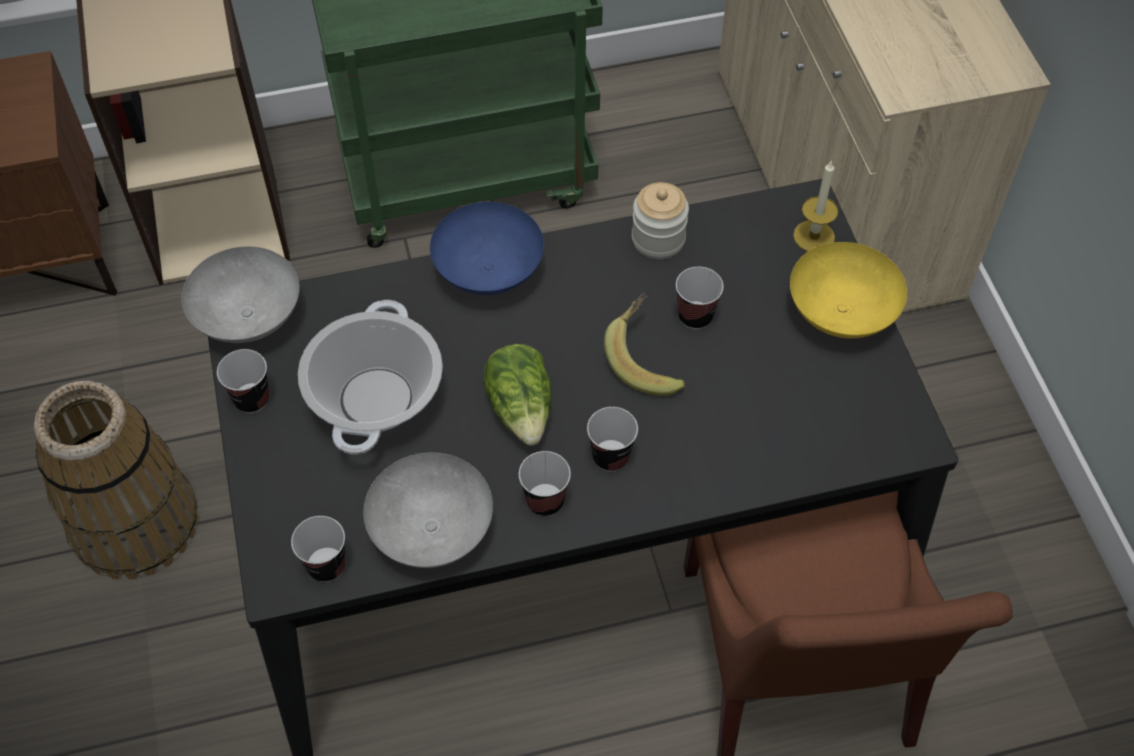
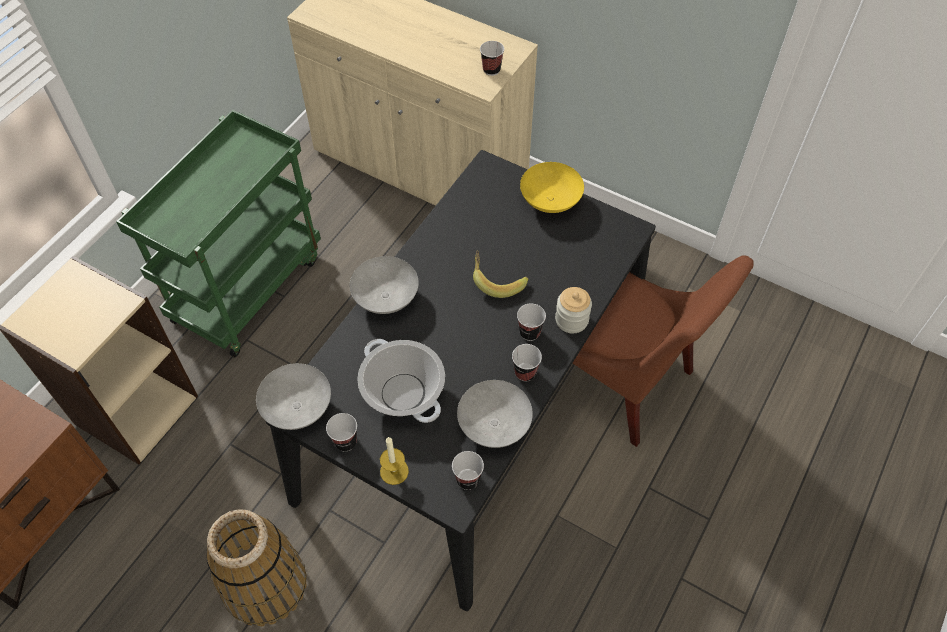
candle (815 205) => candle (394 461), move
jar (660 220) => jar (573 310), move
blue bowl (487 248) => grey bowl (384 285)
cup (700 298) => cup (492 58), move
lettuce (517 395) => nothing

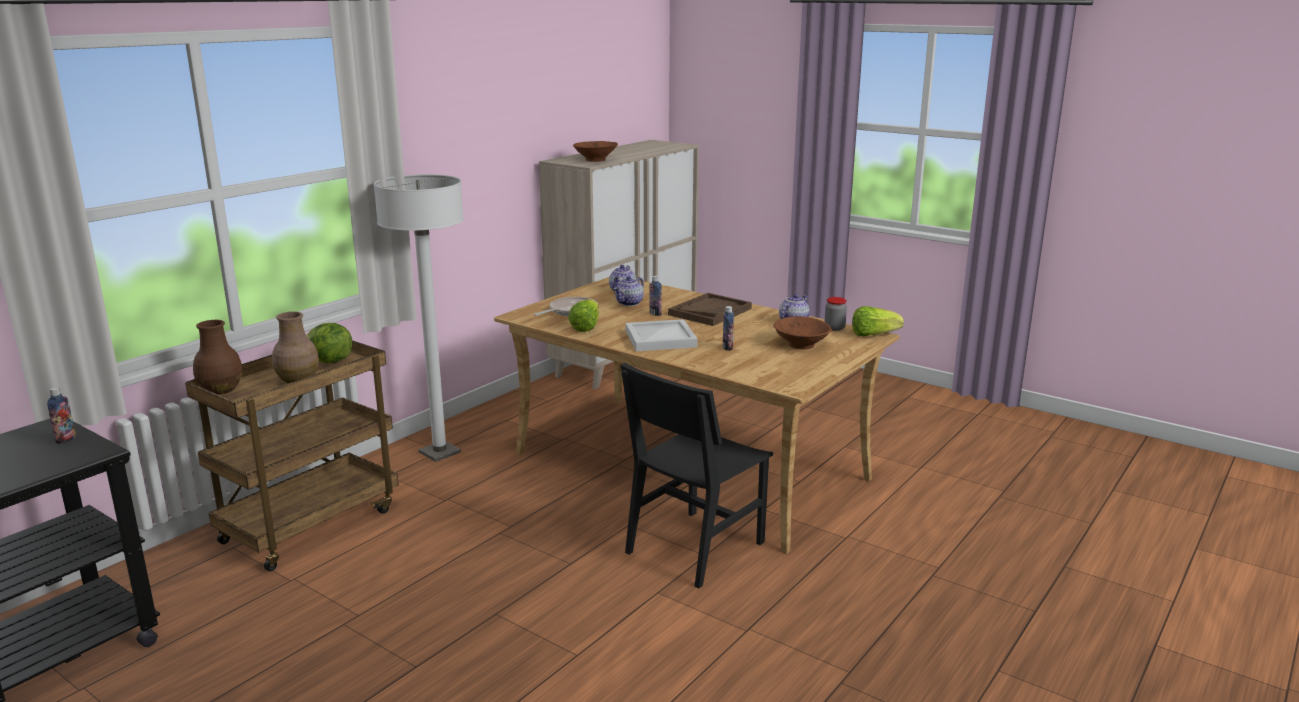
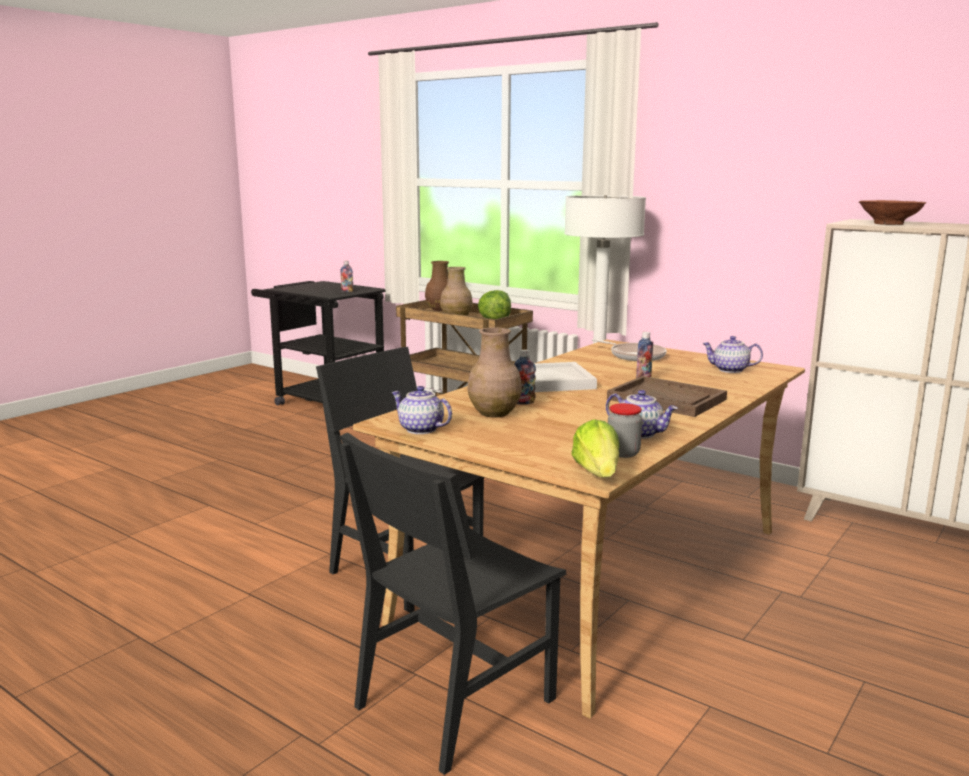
teapot (629 291) => teapot (421 410), move
lettuce (583 315) => nothing
brown bowl (803 332) => nothing
nothing => brown vase (494 372)
nothing => black chair (453 604)

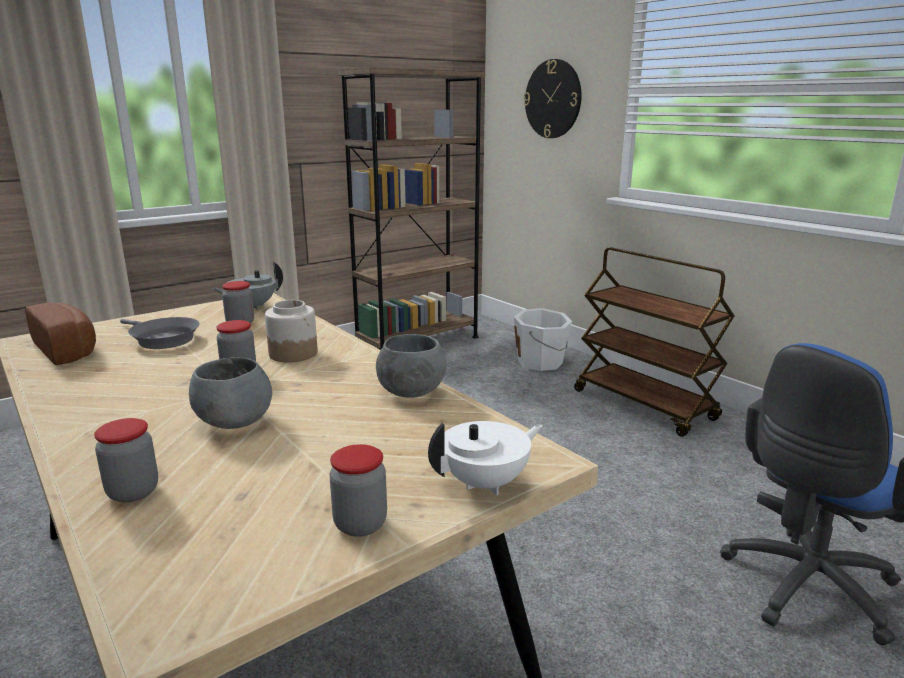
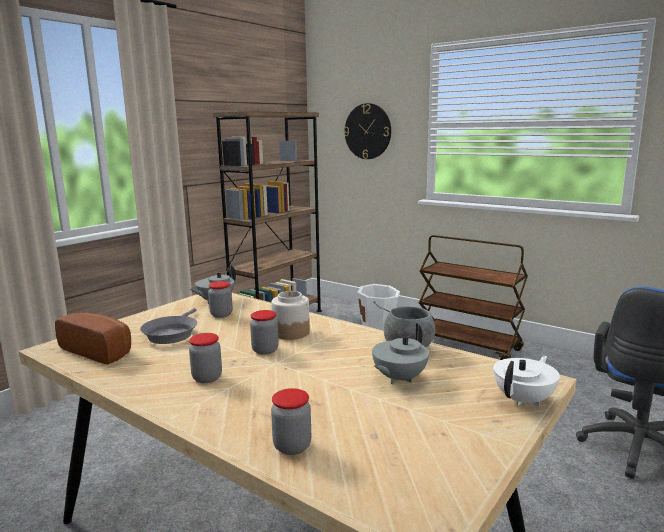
grey frying pan (160 333) => grey frying pan (168 326), 75 degrees clockwise
grey bowl (230 393) => nothing
jar (358 490) => jar (205 358), move
nothing => grey teapot (400 353)

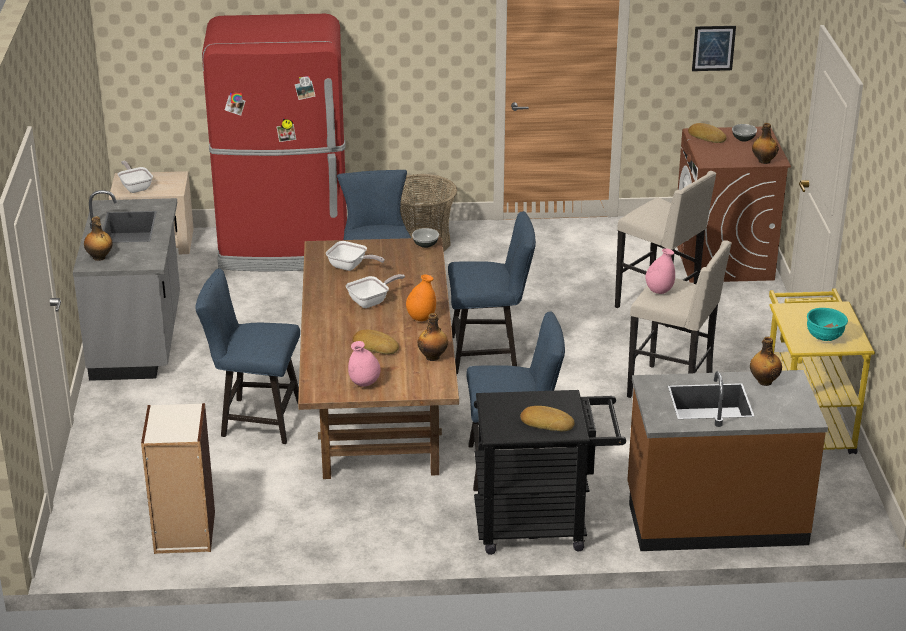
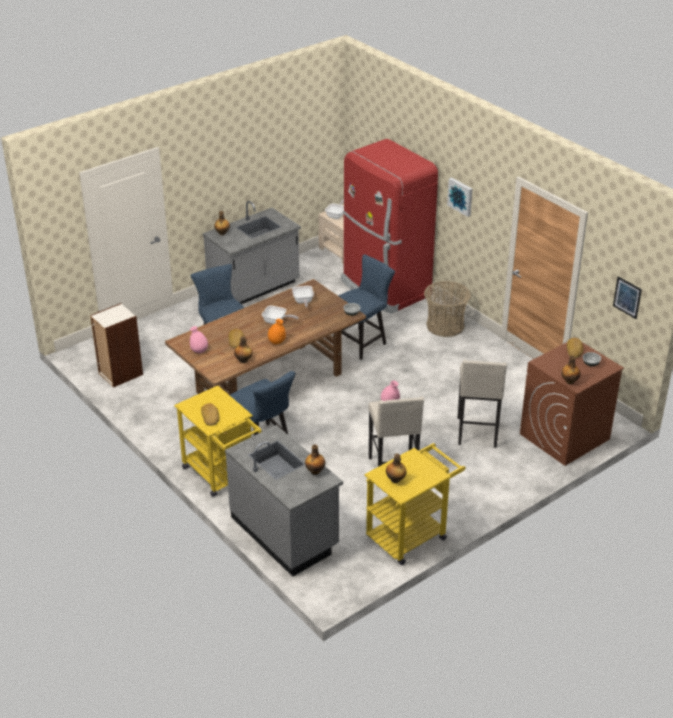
blue chair (492 292) => nothing
turquoise bowl (827 324) => bottle (396 468)
brown counter (727 460) => grey counter (284 501)
black cart (550 472) => yellow cart (218 441)
nothing => picture (459 197)

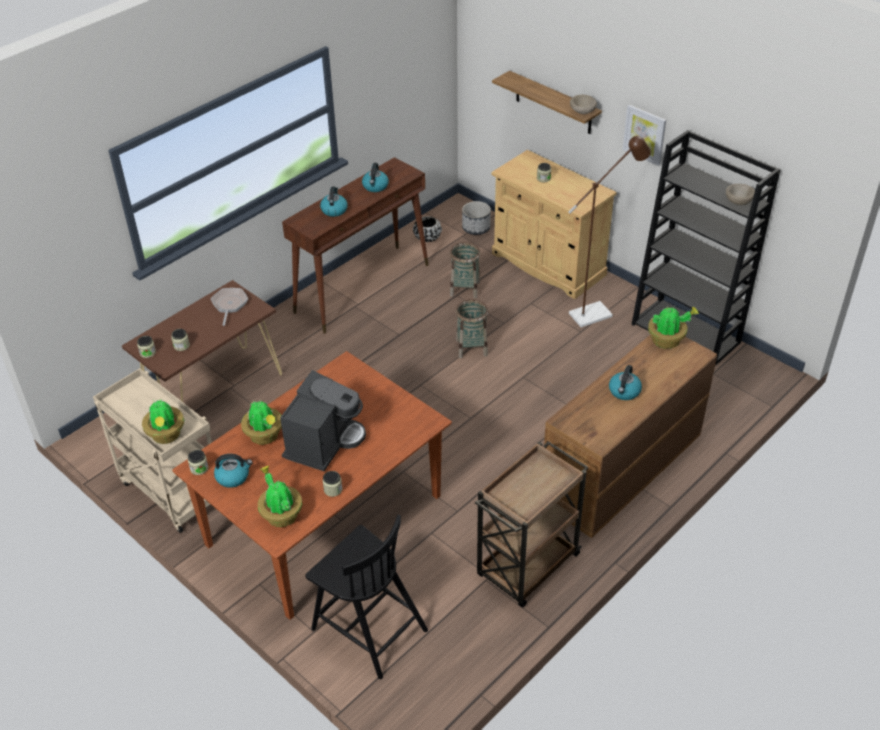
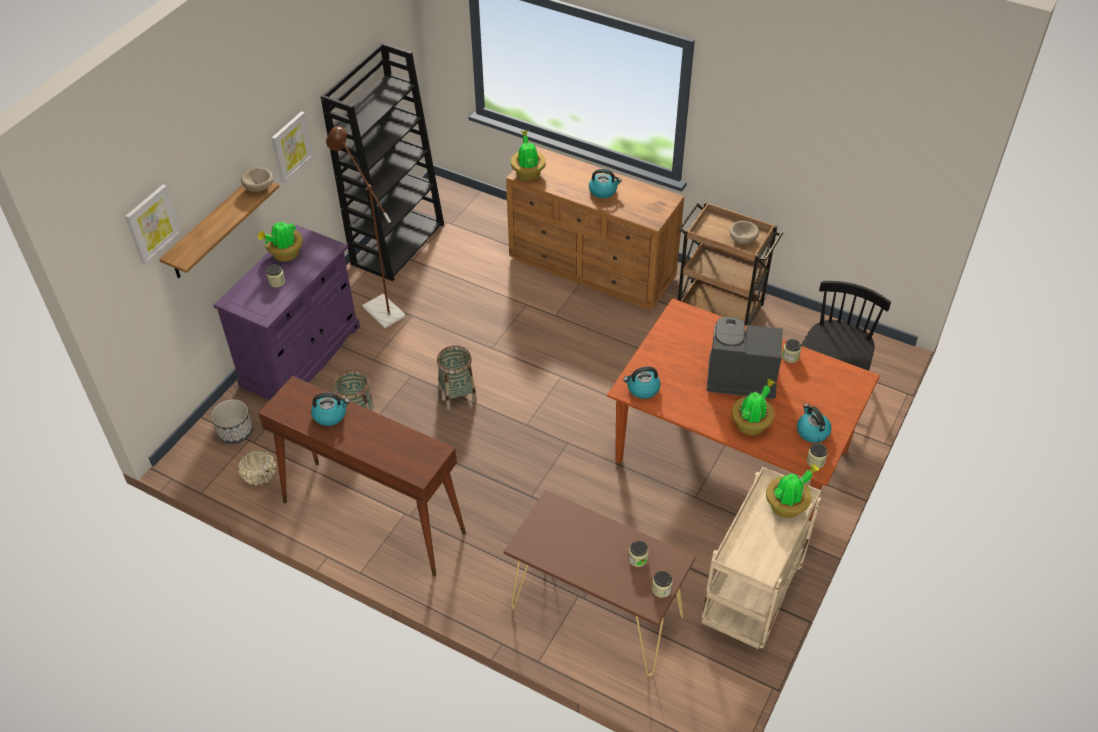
beige cabinet (554 224) => purple cabinet (287 312)
beige bowl (740 194) => beige bowl (744 232), move
kettle (334 201) => kettle (642 383), move
black planter (427 229) => beige planter (257 468)
frying pan (229 307) => nothing
potted plant (280 496) => potted plant (280 241), move
nothing => picture (153 225)

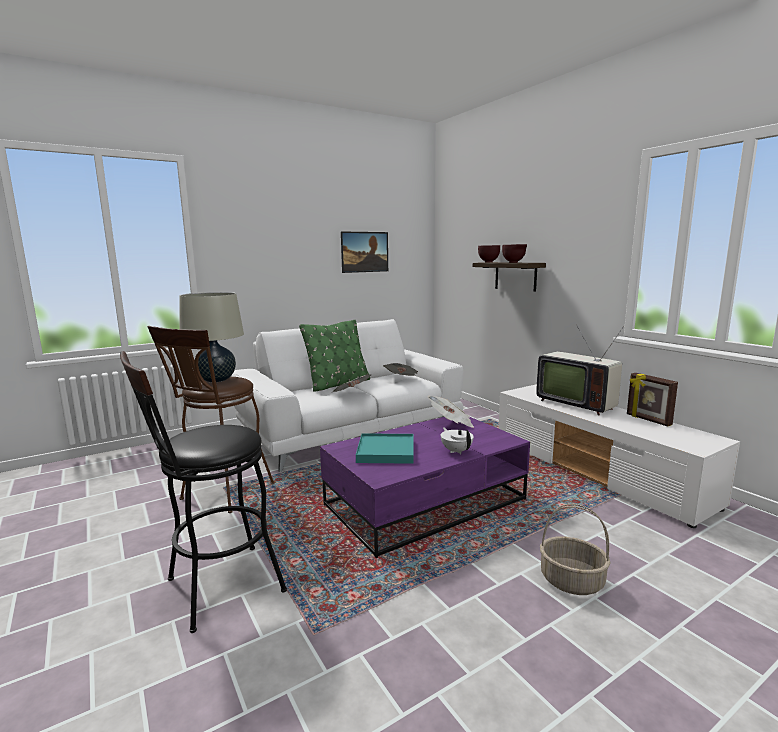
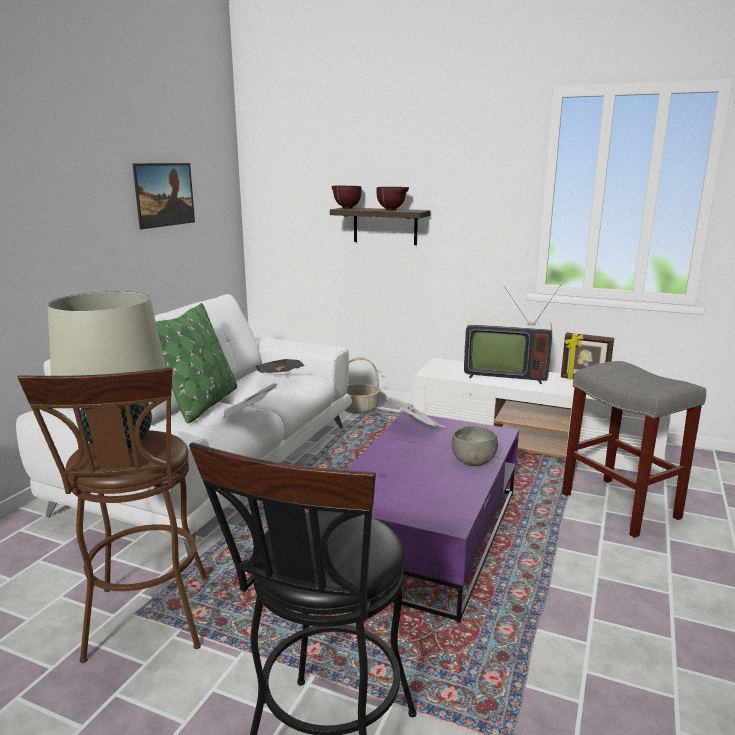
white teapot (457 440) => grey bowl (474 446)
turquoise tray (385 449) => nothing
basket (575 549) => basket (362 386), move
nothing => grey stool (634 449)

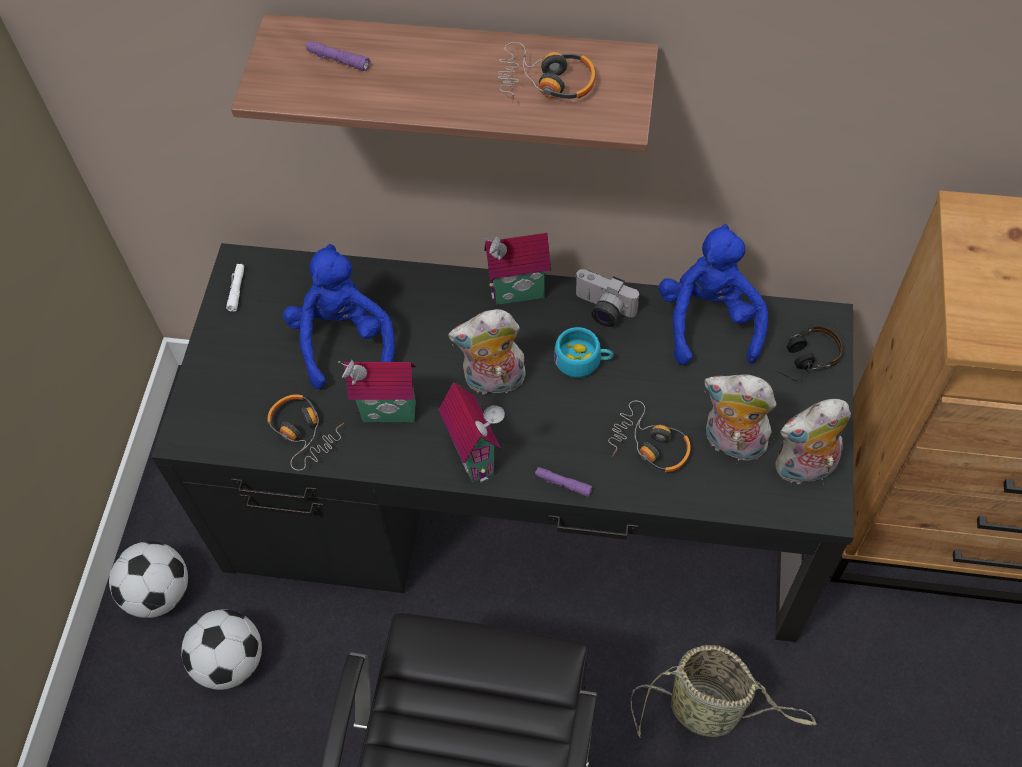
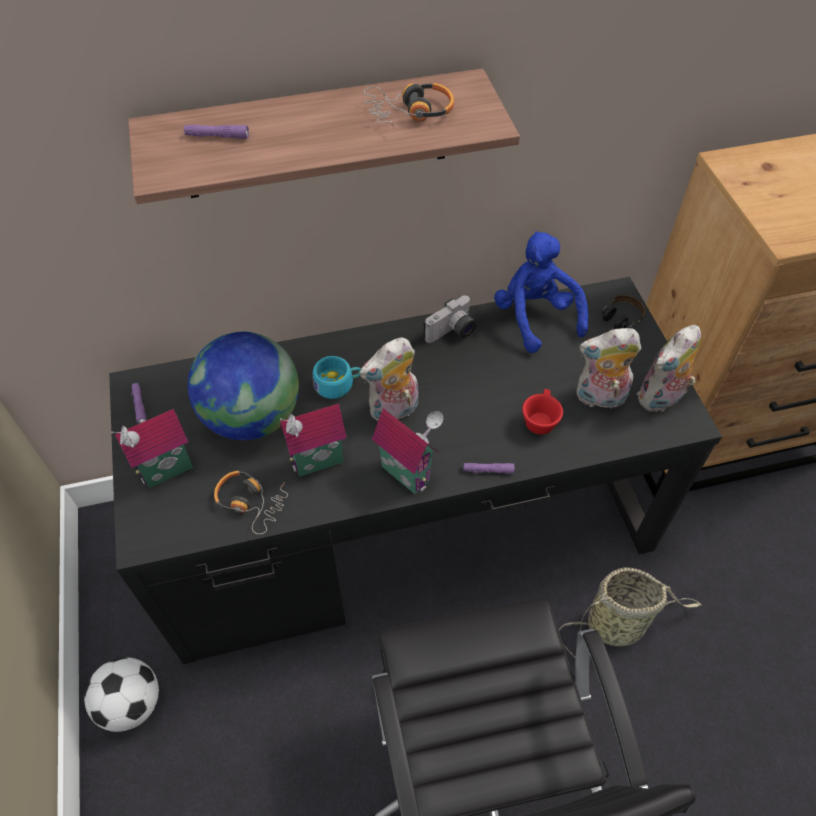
toy house (517 269) => toy house (152 448), move
blue plush toy (339 316) => globe (243 386)
white flashlight (235 288) => purple flashlight (139 403)
photo camera (607 298) => photo camera (450 319), 45 degrees counterclockwise
turquoise cup (583 352) => turquoise cup (336 377), move
headphones (649 436) => red cup (542 412)
football (221 649) => nothing

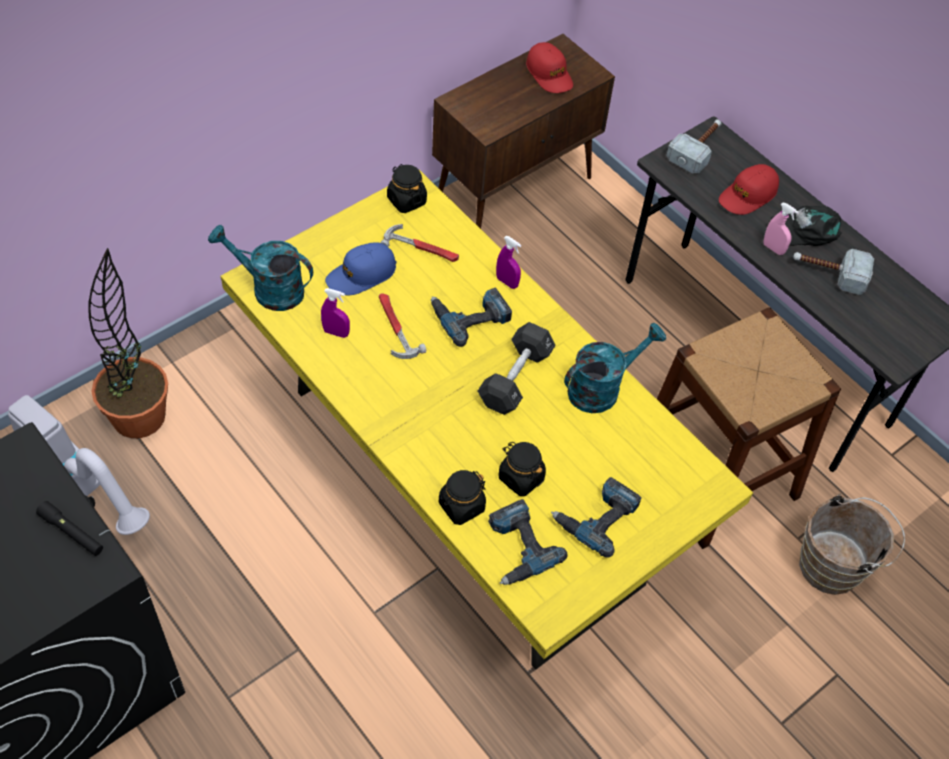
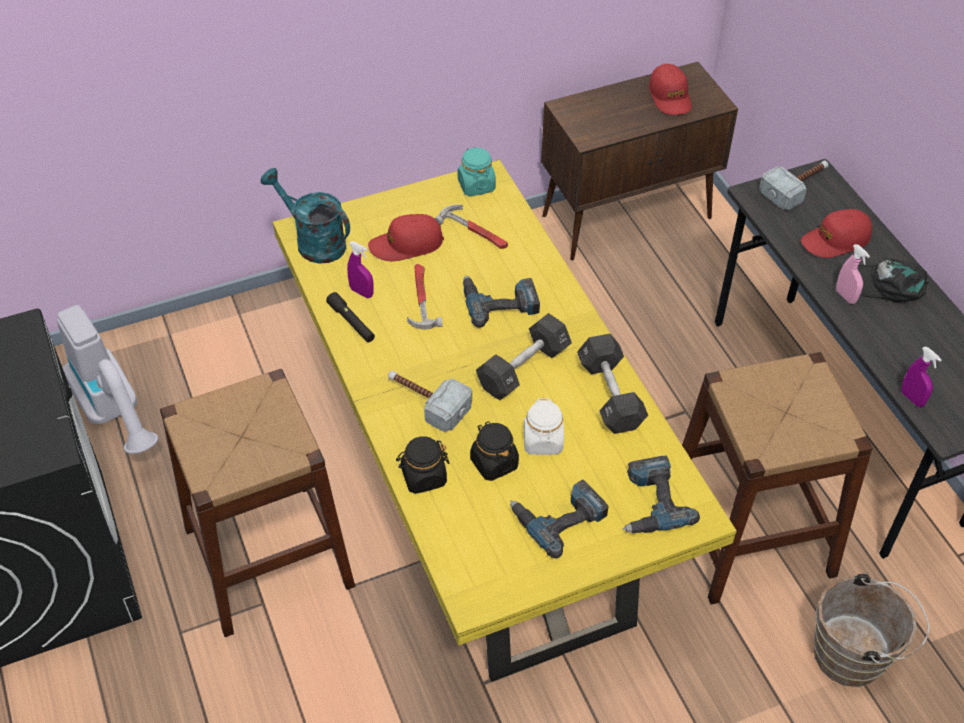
black jar (407 188) => turquoise jar (477 171)
purple spray bottle (508 262) => purple spray bottle (921 377), move
blue cap (361 268) => red cap (406 237)
potted plant (128 343) => nothing
hammer (833 272) => hammer (430 401), move
turquoise watering can (615 368) => black dumbbell (612 384)
power drill (527 542) => power drill (661 494), move
black flashlight (69 528) => black flashlight (350 317), move
nothing => brown stool (257 503)
nothing => white jar (544 426)

